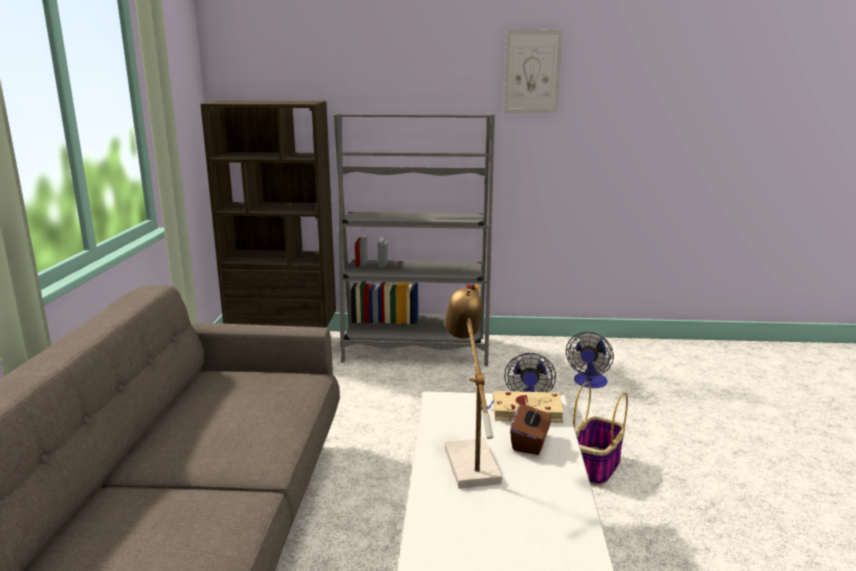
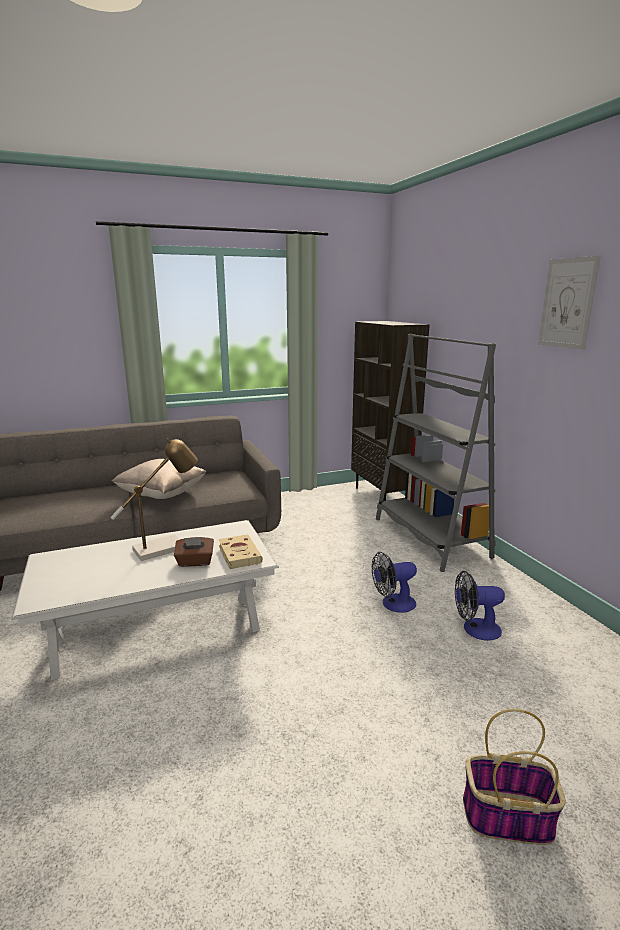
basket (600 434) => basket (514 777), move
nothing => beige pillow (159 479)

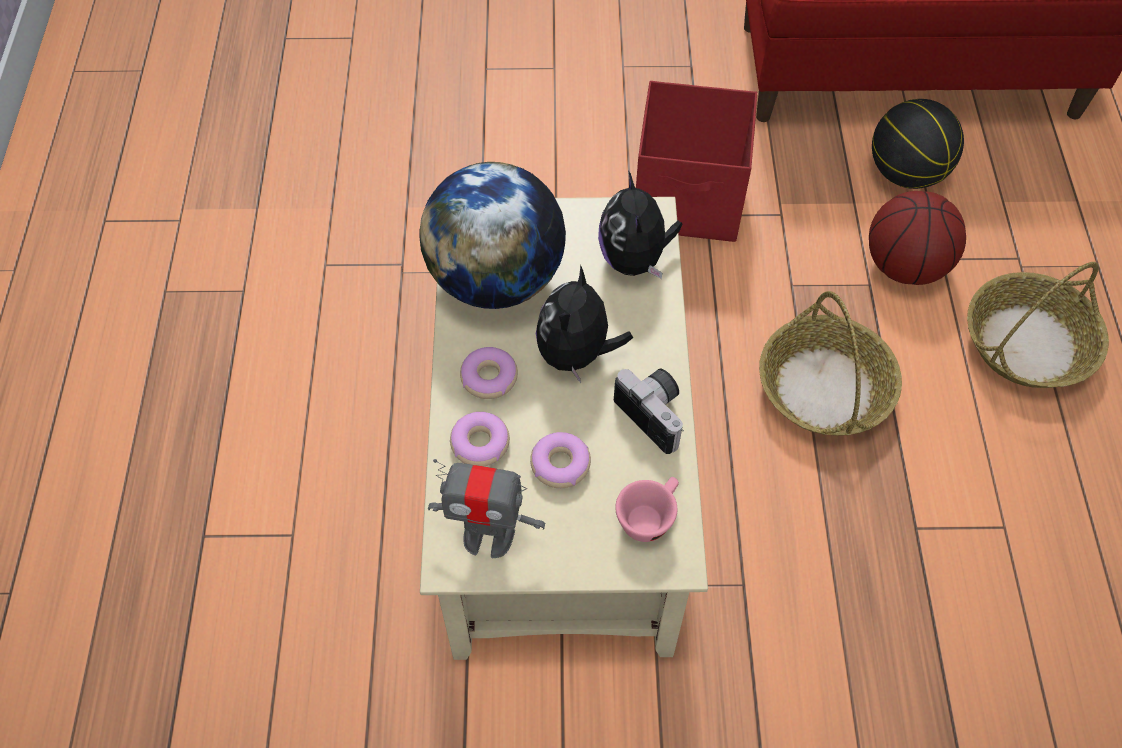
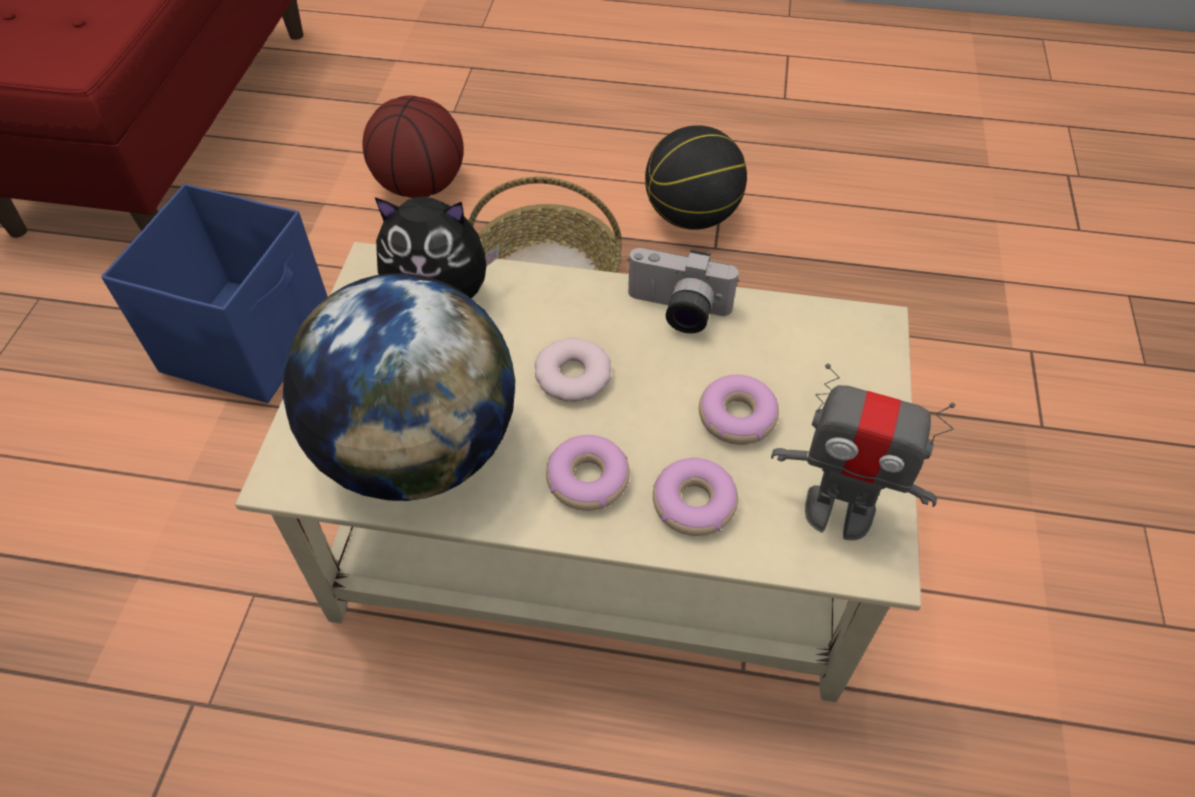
red storage box (696 161) => blue storage box (214 293)
basketball (918 144) => basketball (696 177), move
basket (1038 325) => nothing
plush toy (584 324) => donut (573 369)
photo camera (649 411) => photo camera (683 290), 135 degrees counterclockwise
toy robot (486 508) => toy robot (863 451), 90 degrees clockwise
pink cup (647 509) => nothing

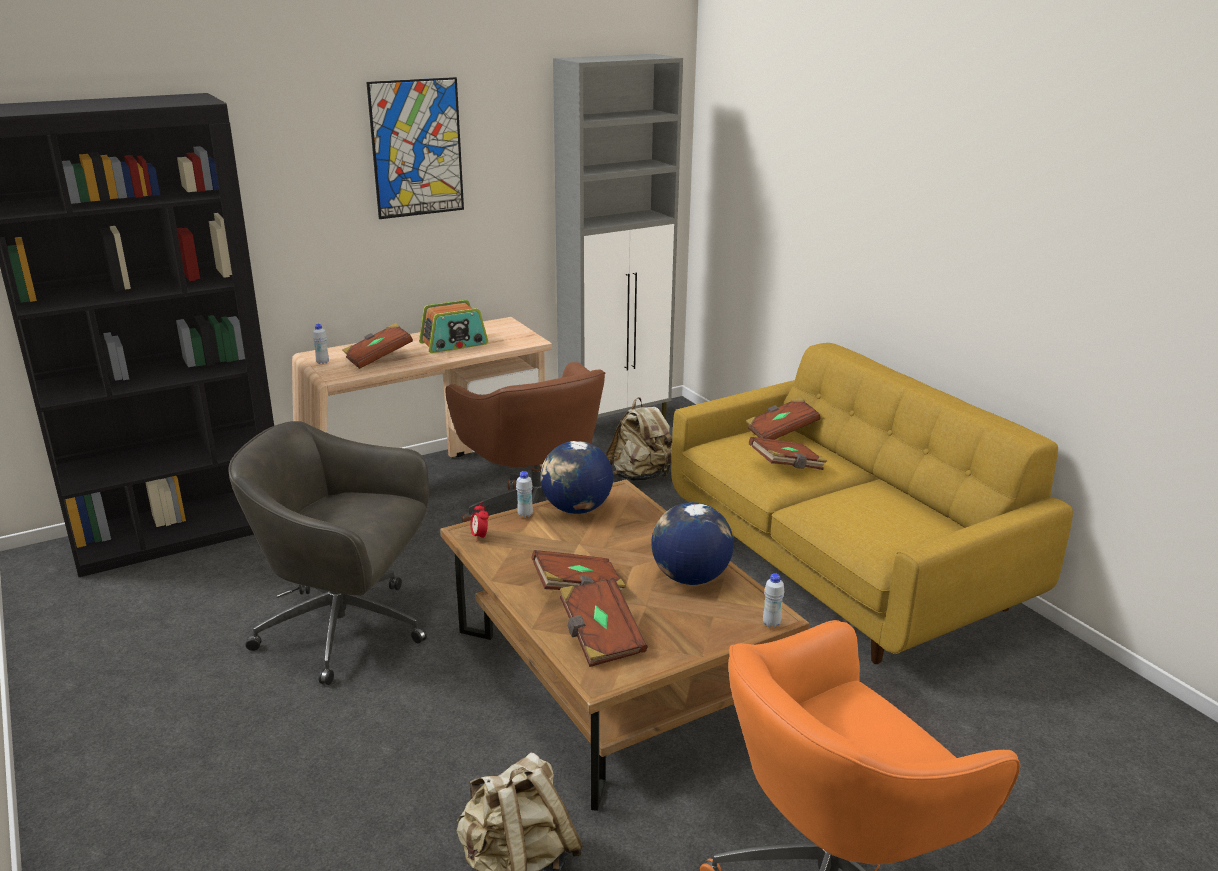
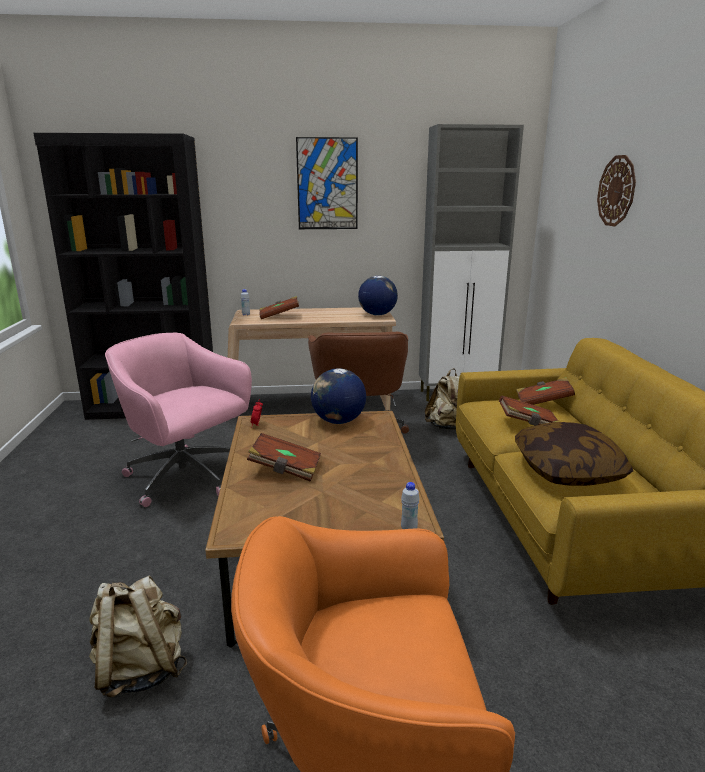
radio (453 326) => nothing
grey office chair (328 553) => pink office chair (178 420)
white bottle (524 494) => nothing
globe (692 543) => globe (378 295), move
brown book (603 622) => nothing
nothing => wall clock (616 191)
nothing => pillow (574 454)

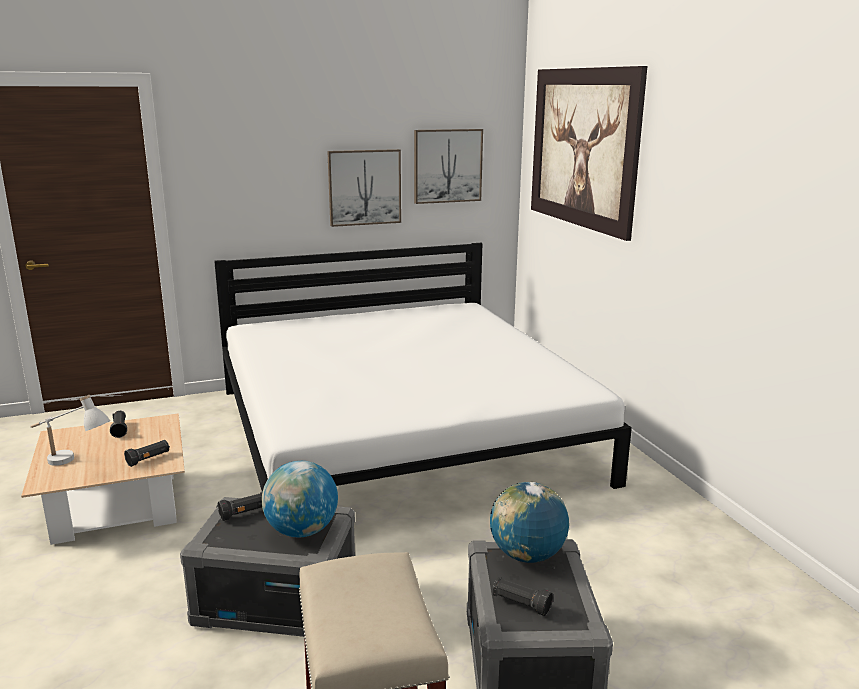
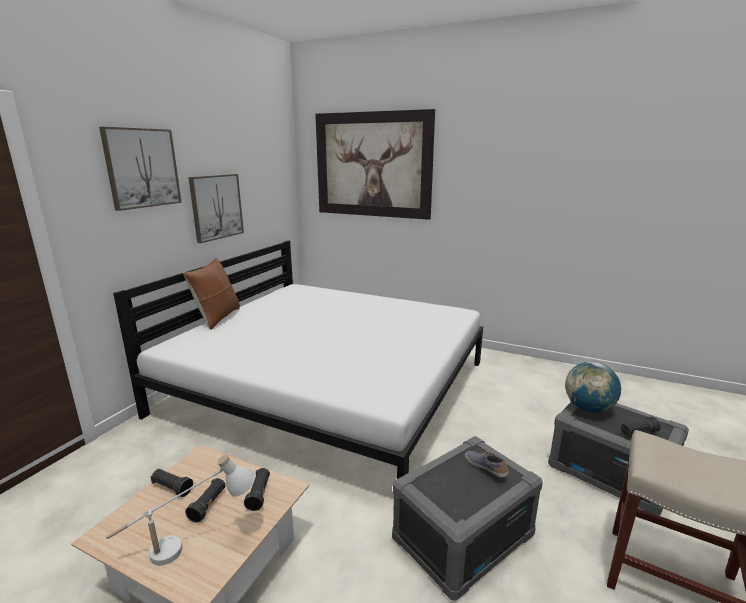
picture (448 166) => picture (140 169), move
globe (300 499) => shoe (487 464)
black flashlight (240 506) => black flashlight (205 500), move
nothing => brown pillow (211 294)

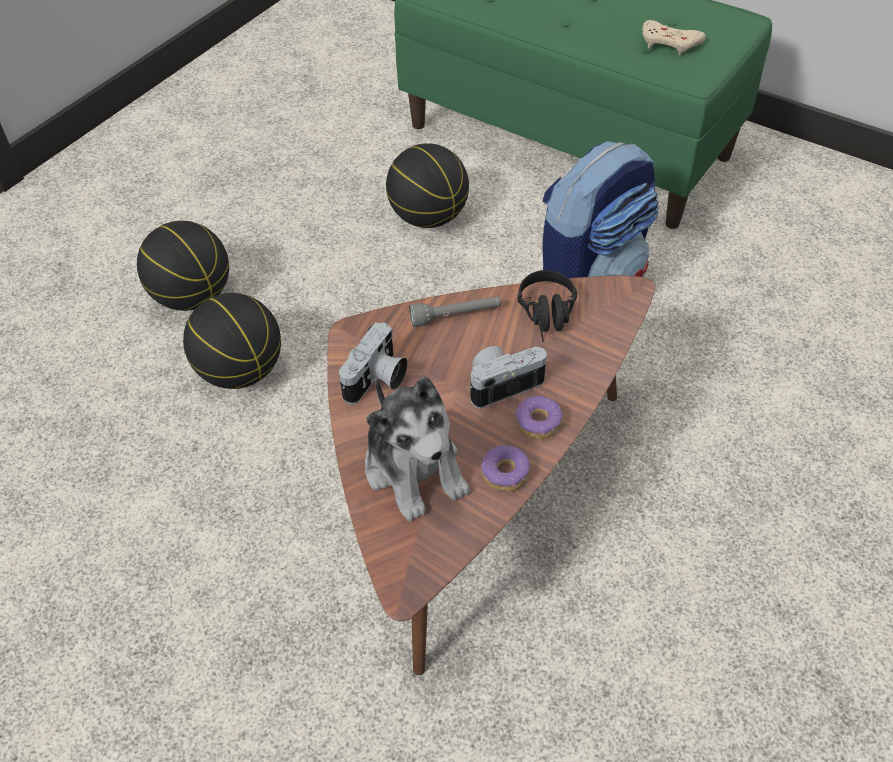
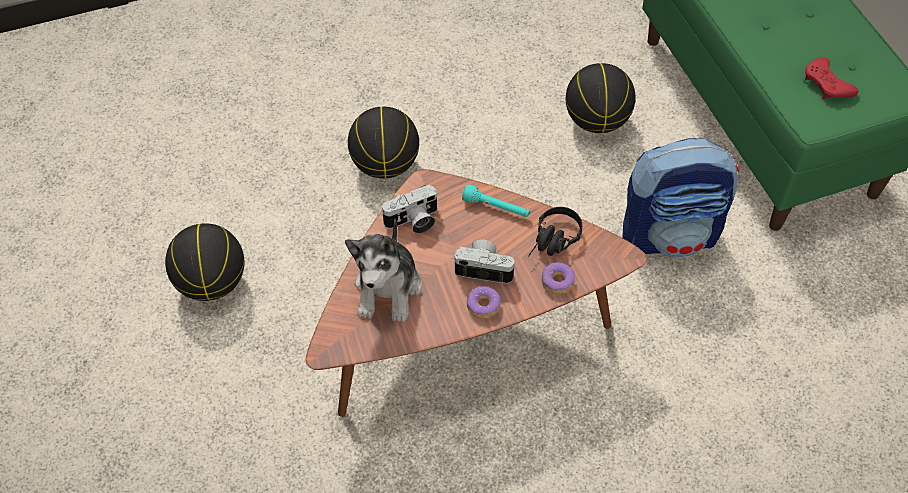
beige game controller (674 38) => red game controller (831 78)
basketball (183 266) => basketball (204 262), move
grey flashlight (455 311) => turquoise flashlight (496 200)
donut (505 468) => donut (558 278), move

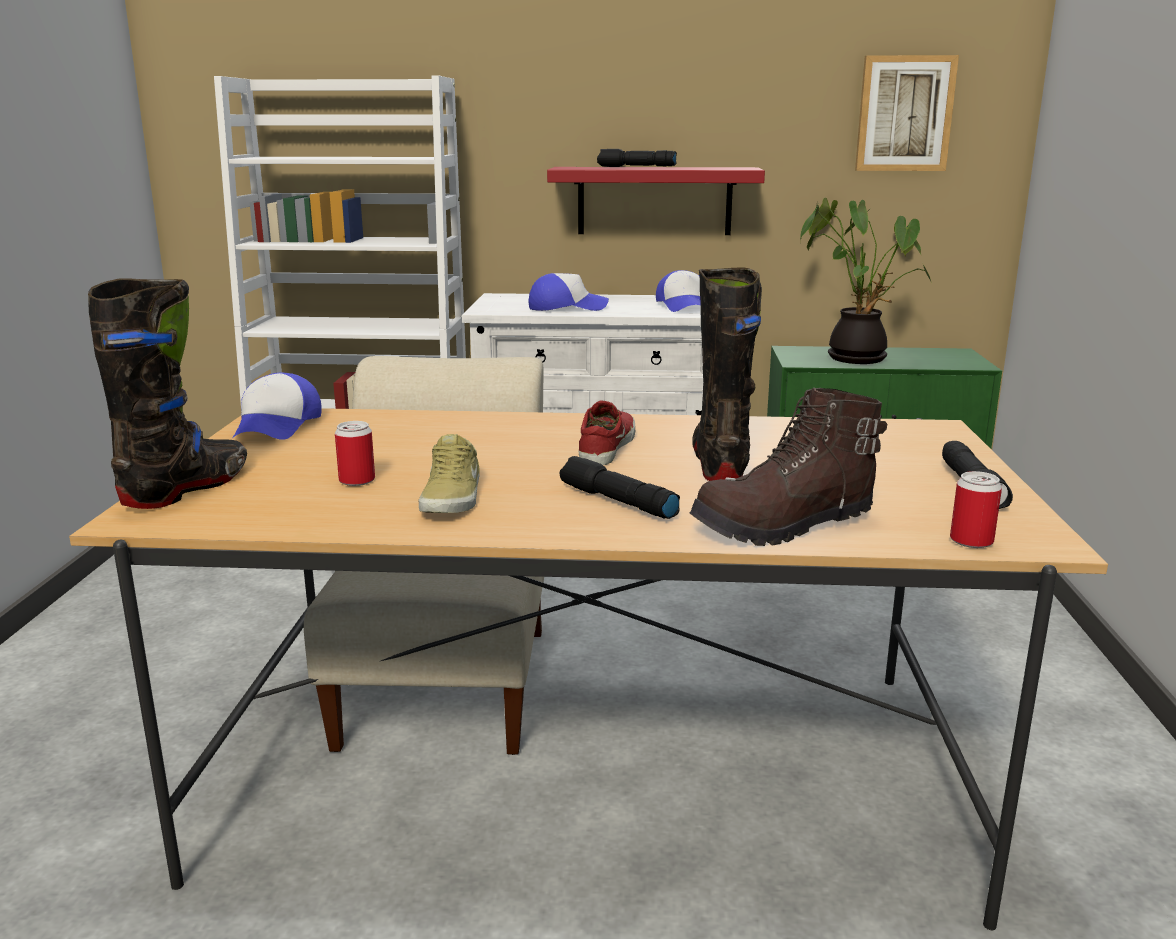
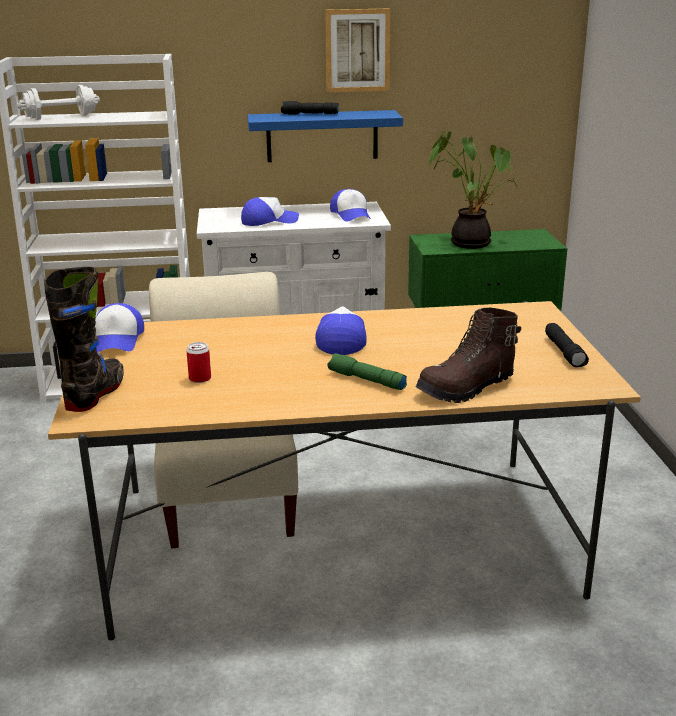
picture (907 113) => picture (357 50), move
red shelf (656 201) => blue shelf (325 136)
black boot (727 374) => nothing
red shoe (607 433) => cap (341 330)
beige shoe (449 473) => nothing
black flashlight (620 487) => green flashlight (367 371)
can (976 509) => nothing
nothing => white dumbbell (58 102)

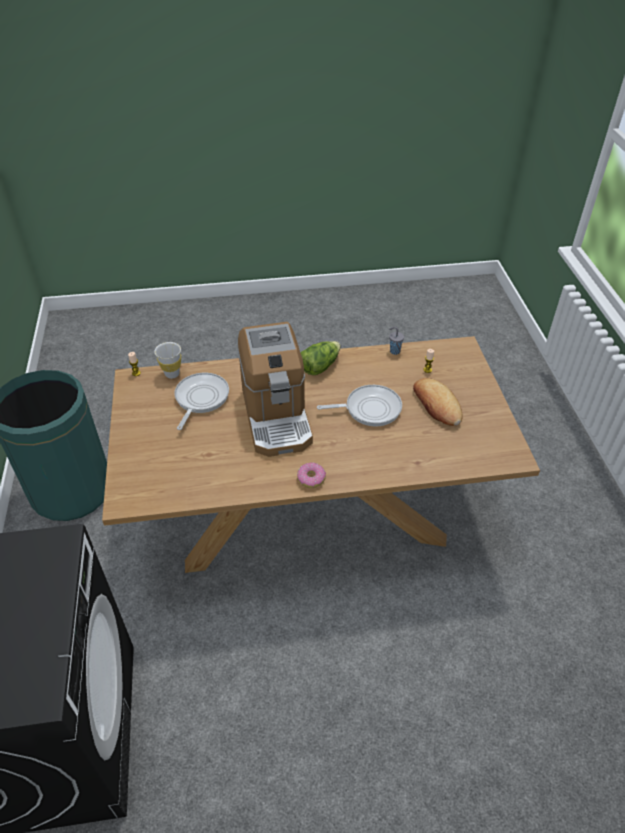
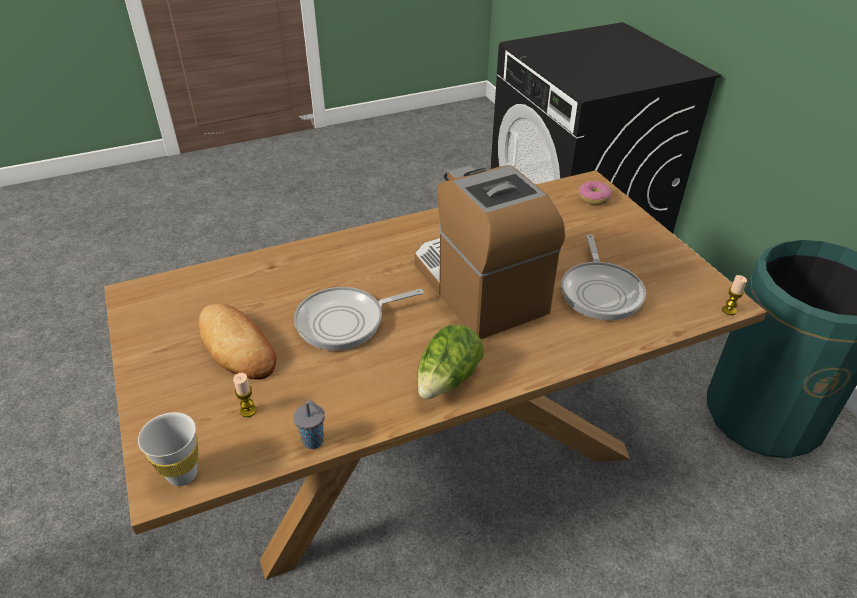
white cup (167 360) => white cup (168 449), move
donut (311 475) => donut (595 193), move

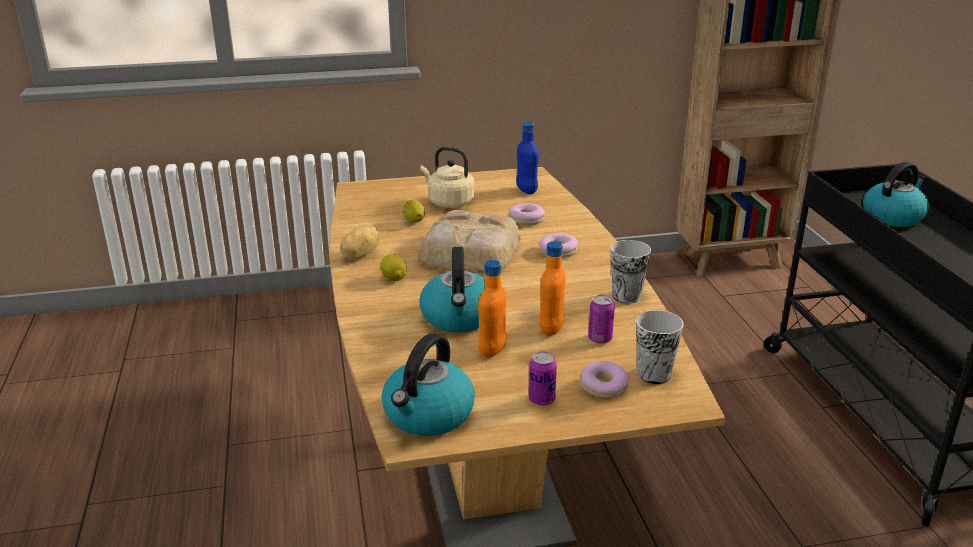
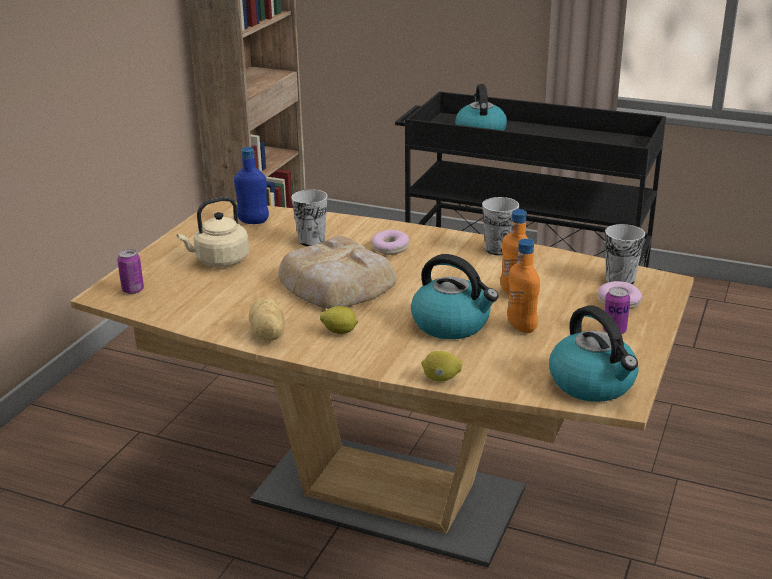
lemon (414 211) => lemon (442 366), move
donut (527 214) => cup (309 217)
can (601 319) => can (130 271), move

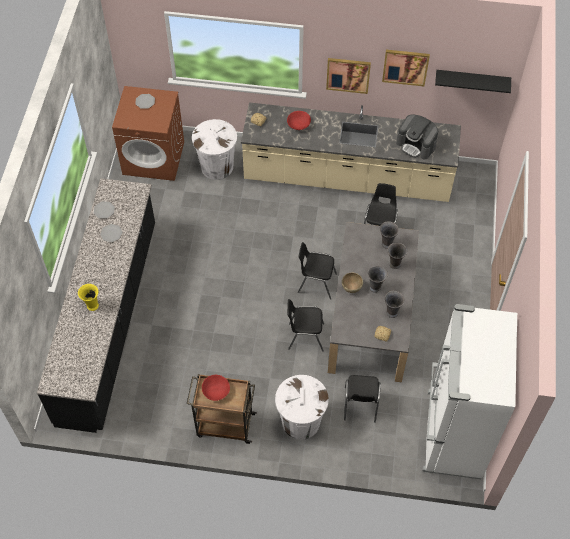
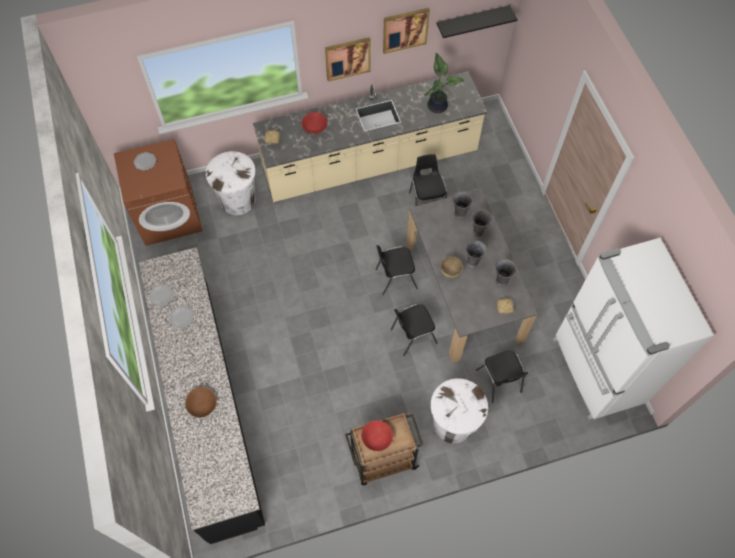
coffee machine (417 137) => potted plant (444 83)
yellow vase (88 297) => brown bowl (201 402)

